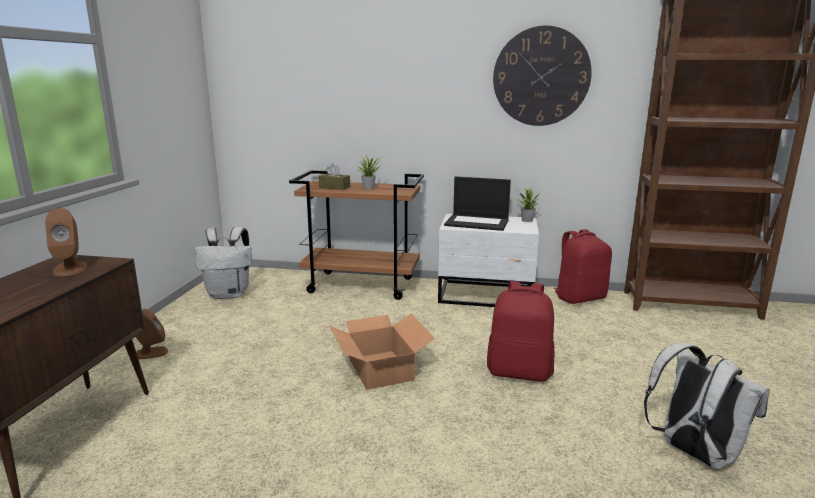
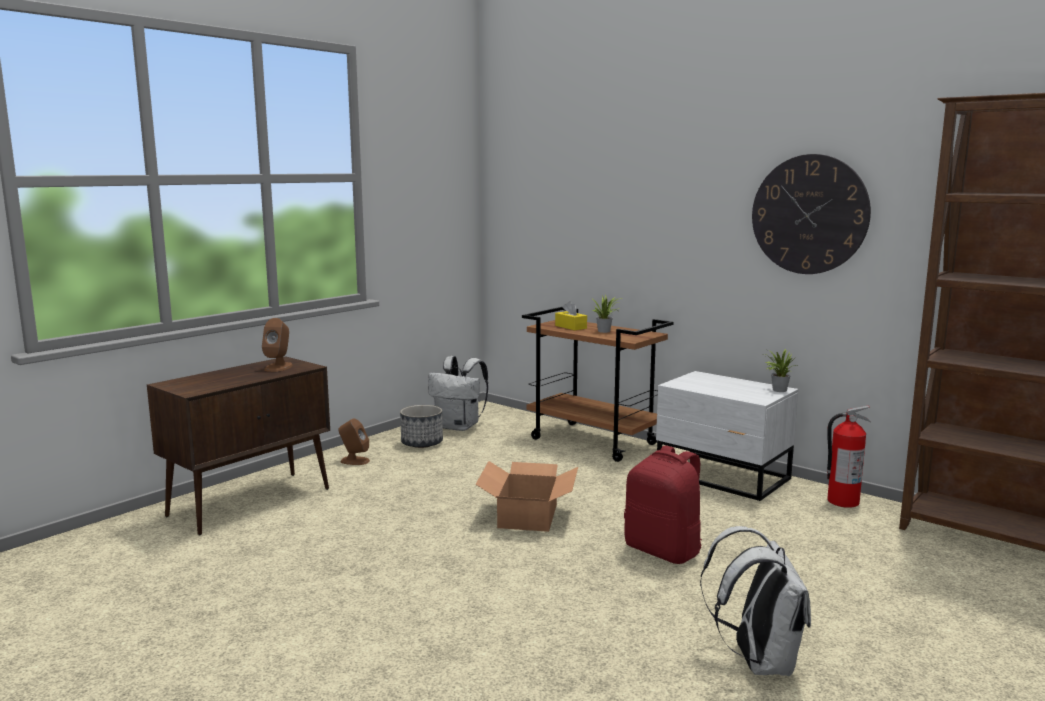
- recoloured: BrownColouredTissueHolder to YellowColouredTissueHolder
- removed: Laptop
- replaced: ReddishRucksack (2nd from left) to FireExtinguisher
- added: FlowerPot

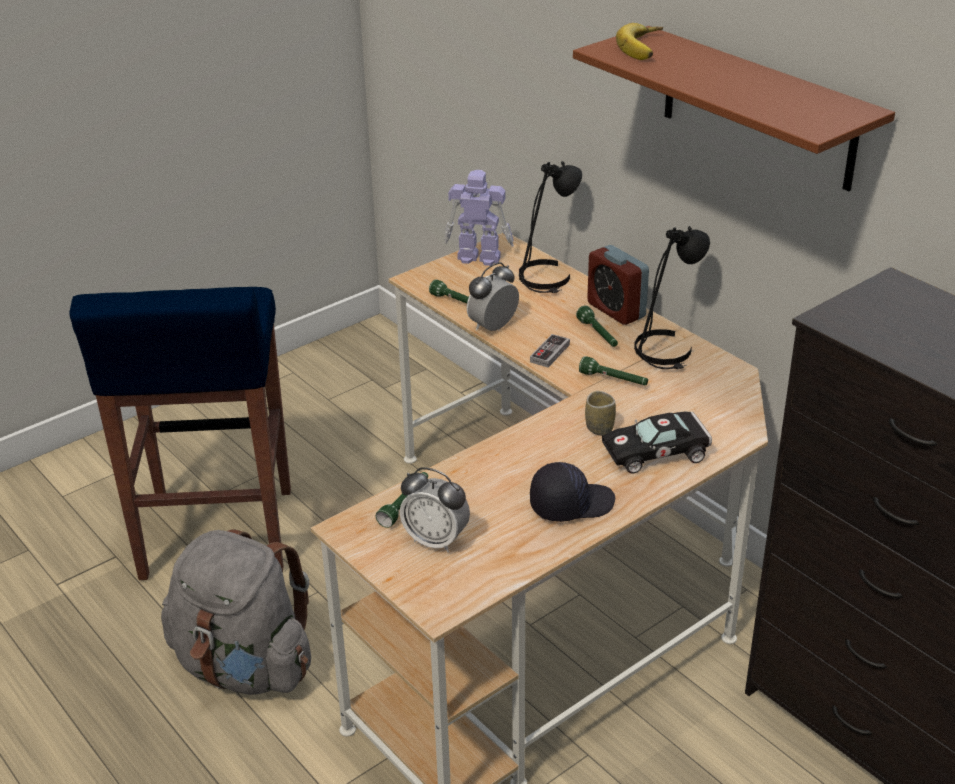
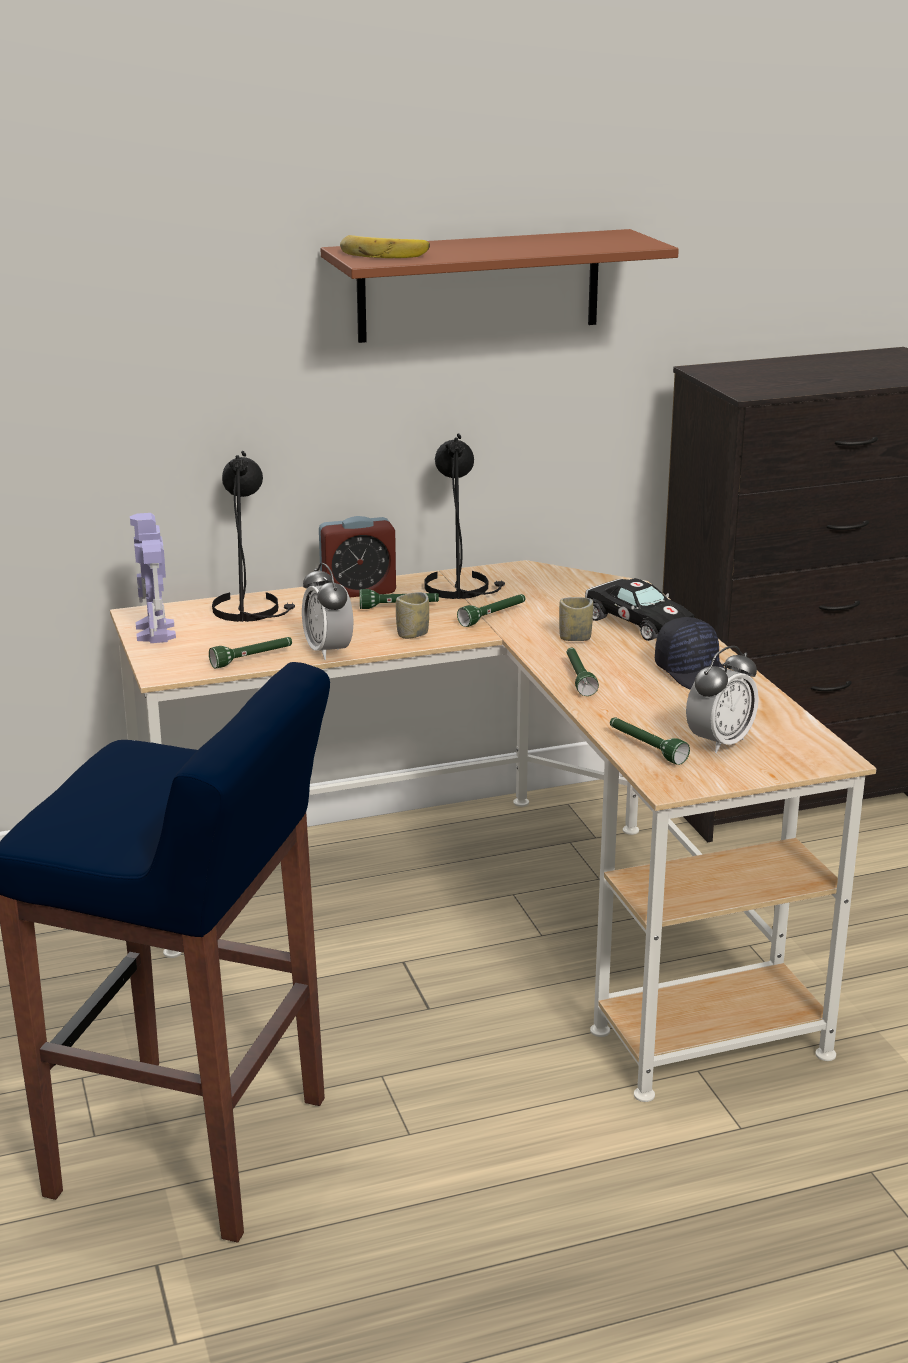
- turned: RobotFigure 45 degrees counterclockwise
- replaced: Joypad to SmallCup (1st from left)
- turned: BlackModelCar 45 degrees counterclockwise
- turned: BlackCap 150 degrees clockwise
- removed: GreyRucksack
- added: GreenishHandTorch (4th from left)

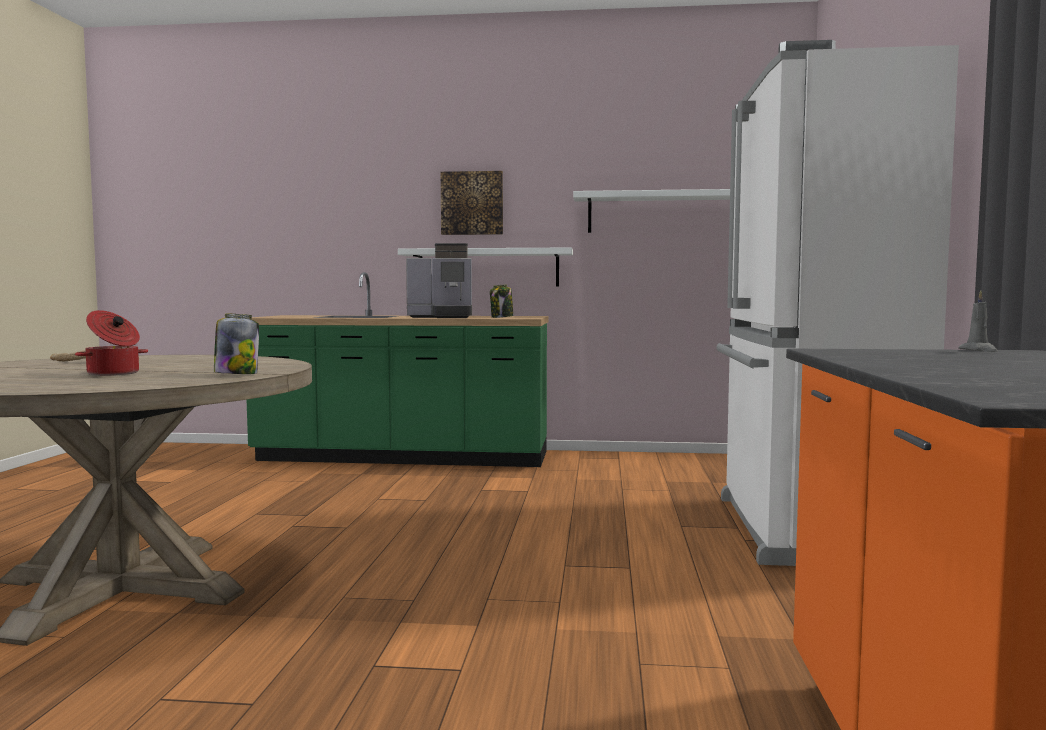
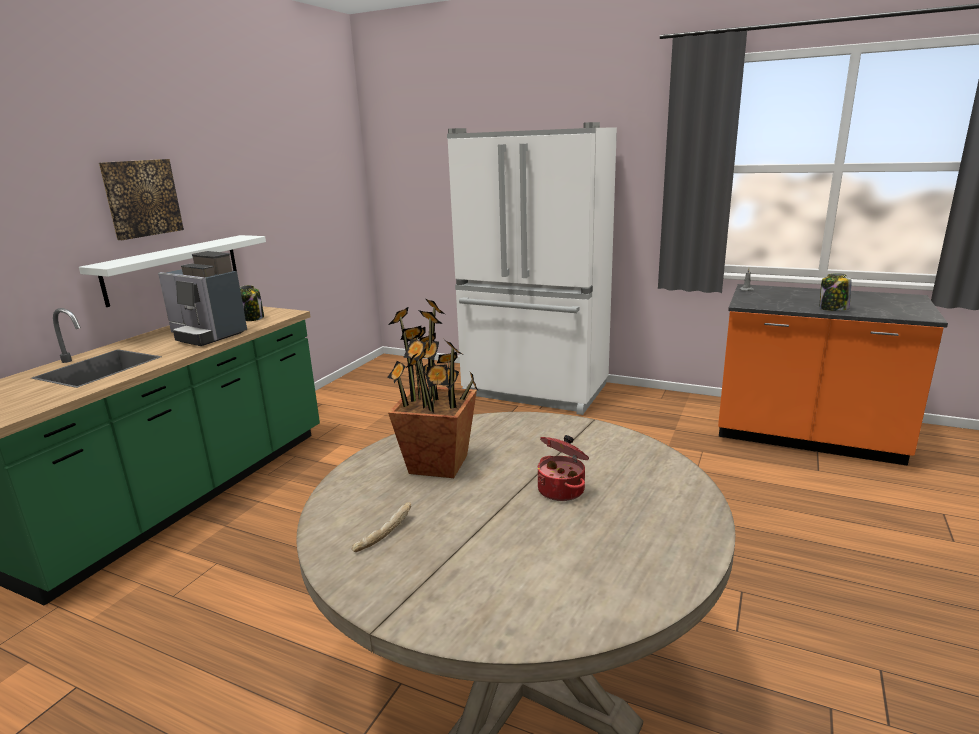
- removed: WhitishShelf (2nd from left)
- turned: CoffeeBrewer 105 degrees clockwise
- moved: StorageJar (1st from left in the first image) to StorageJar (2nd from left)
- added: PottedPlant

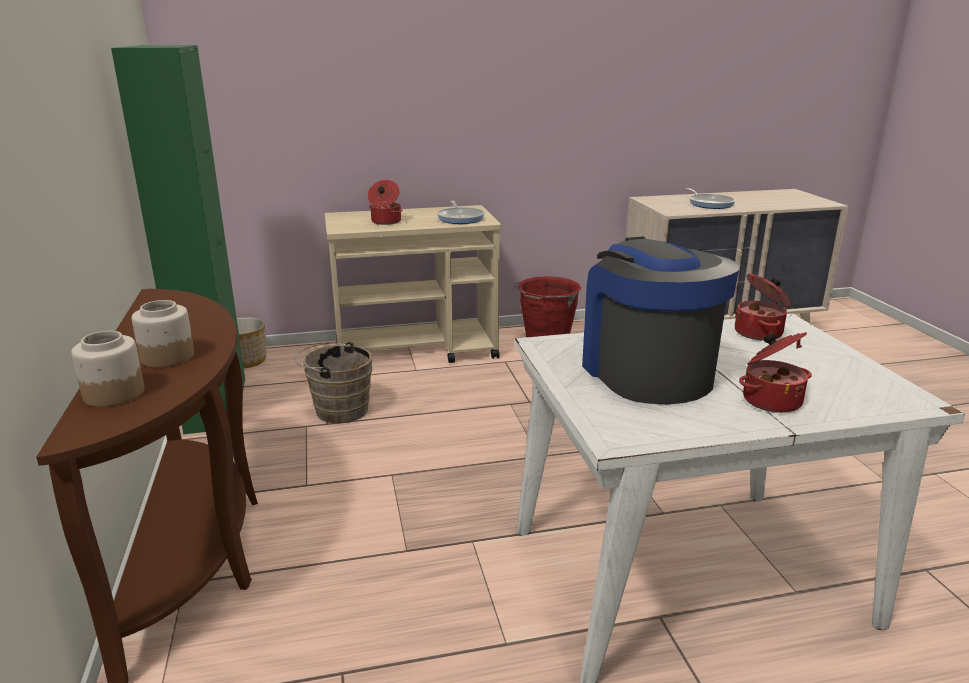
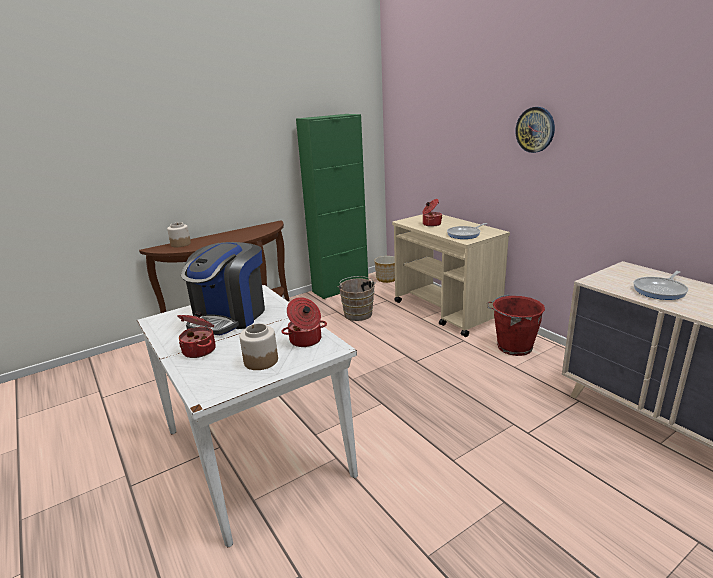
- turned: CoffeeBrewer 150 degrees clockwise
- moved: StorageJar (2nd from left)
- added: ClockOnTheWall

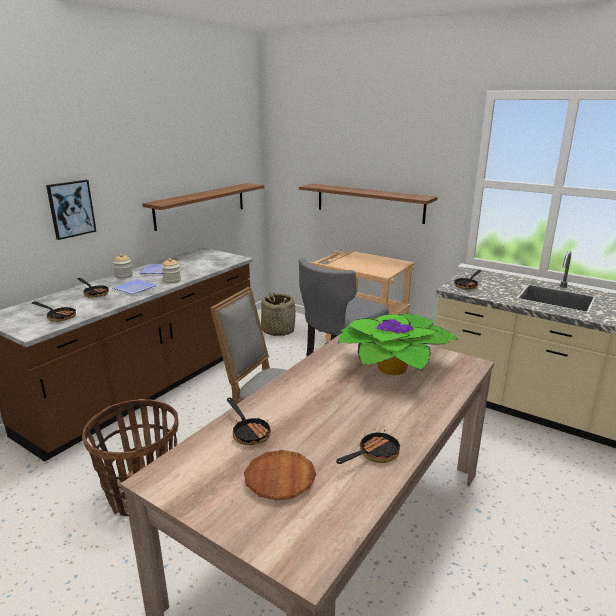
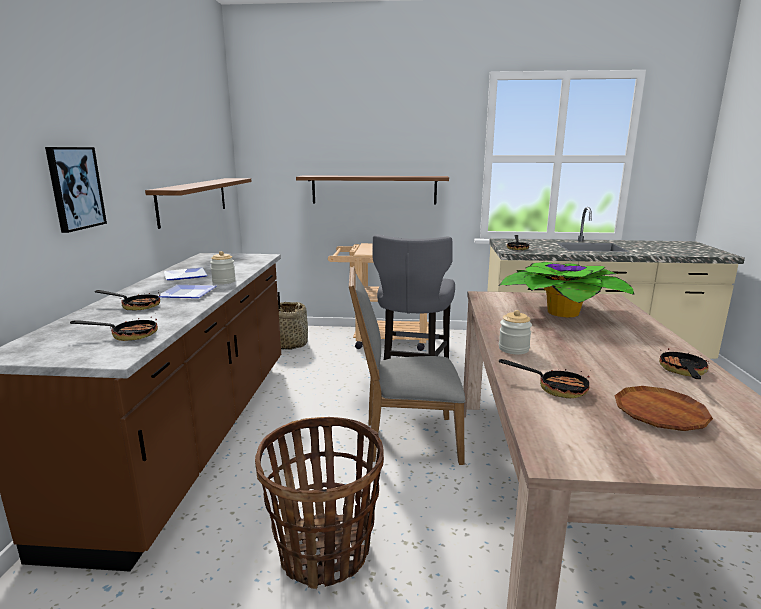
- moved: StorageJar (1st from left in the first image) to StorageJar (2nd from left)

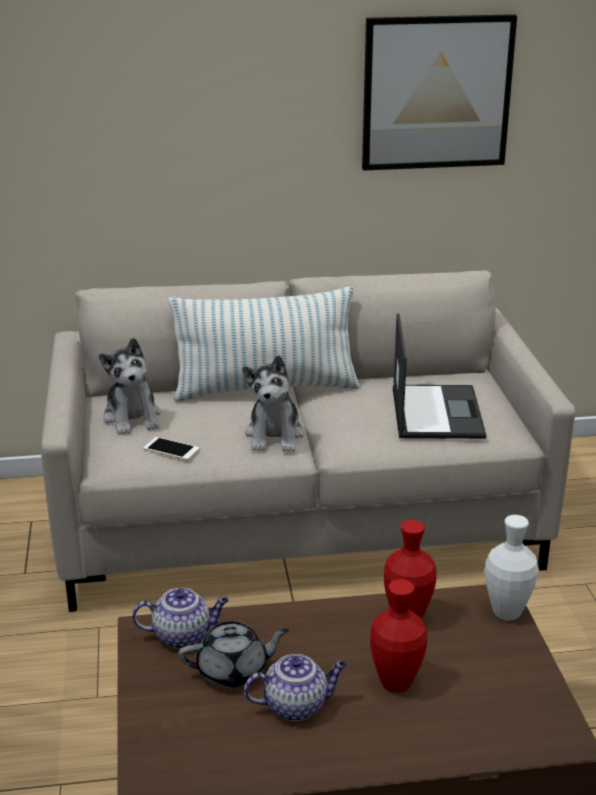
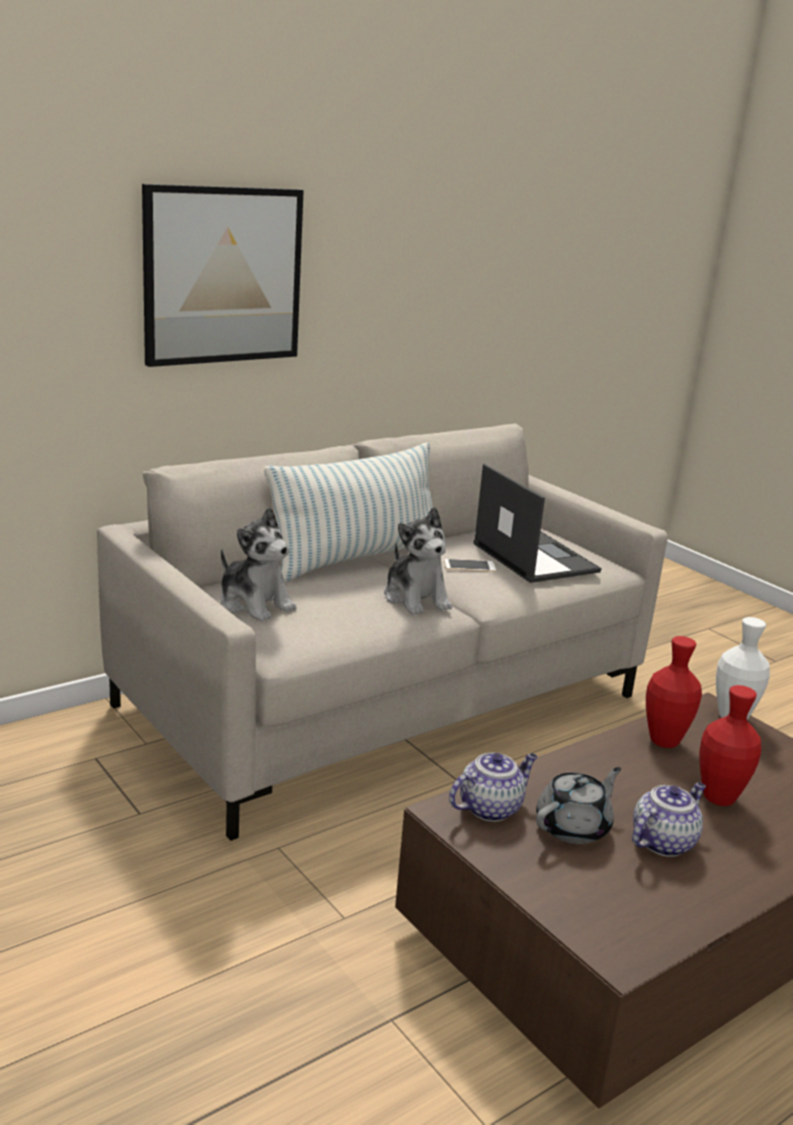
- moved: Picture
- moved: Phone

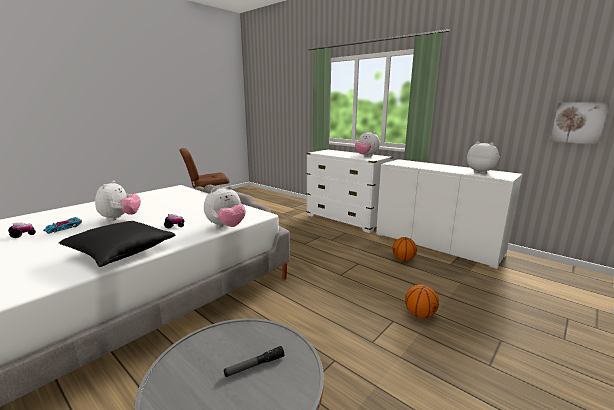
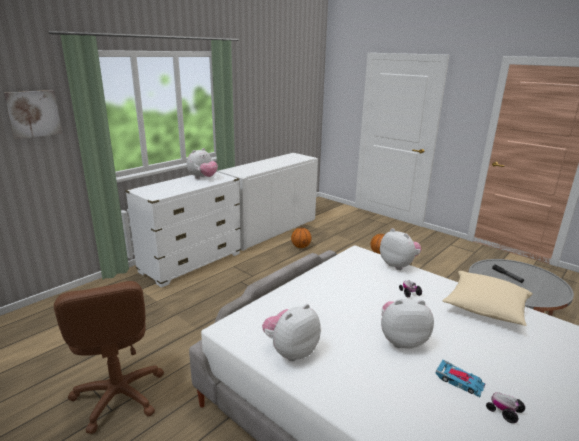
- moved: Picture
- moved: SoftToy (4th from left in the first image) to SoftToy (2nd from left)
- recoloured: BlackPillow to BeigeColouredPillow

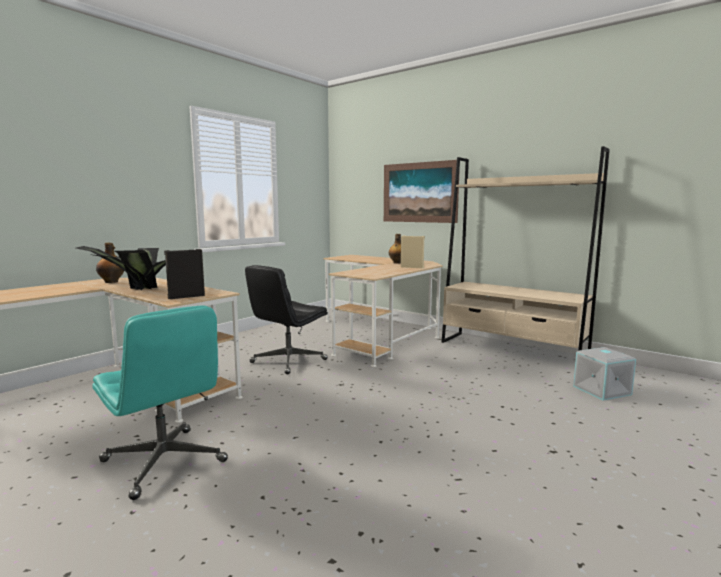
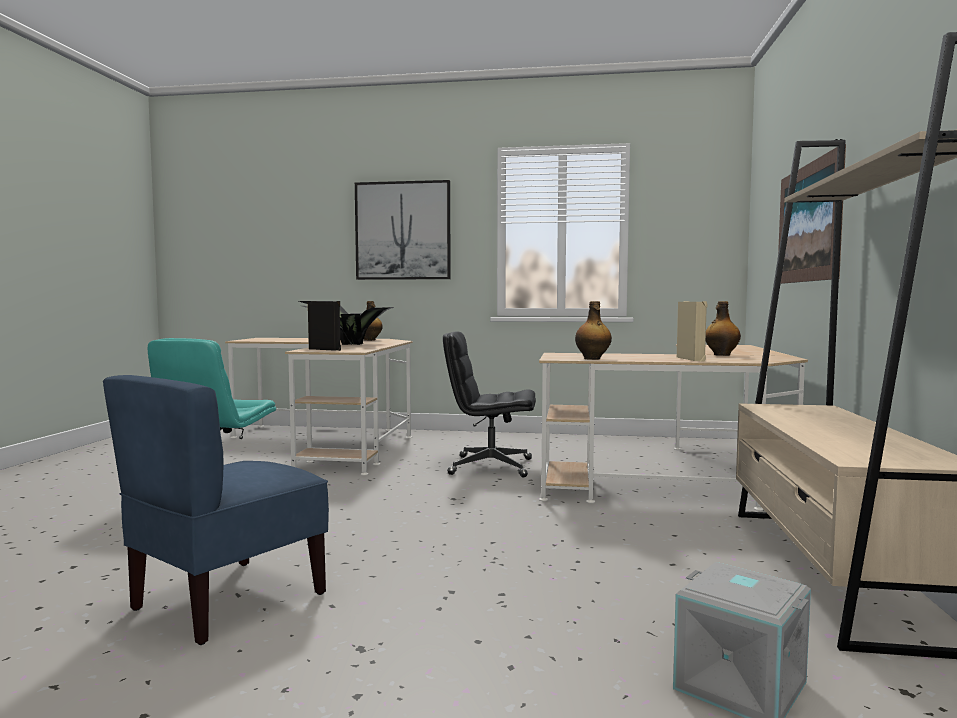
- added: Picture (1st from left)
- added: DrinkBottle (2nd from left)
- added: BlueChair

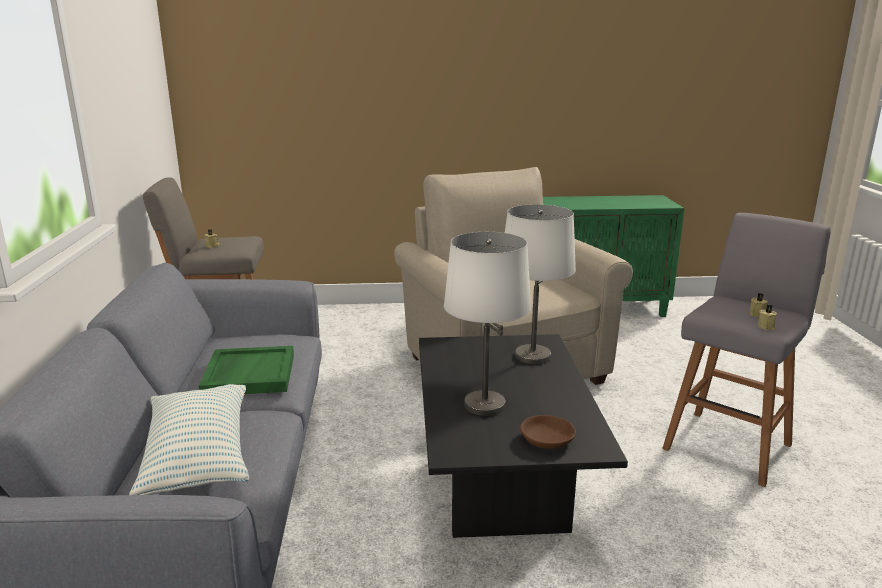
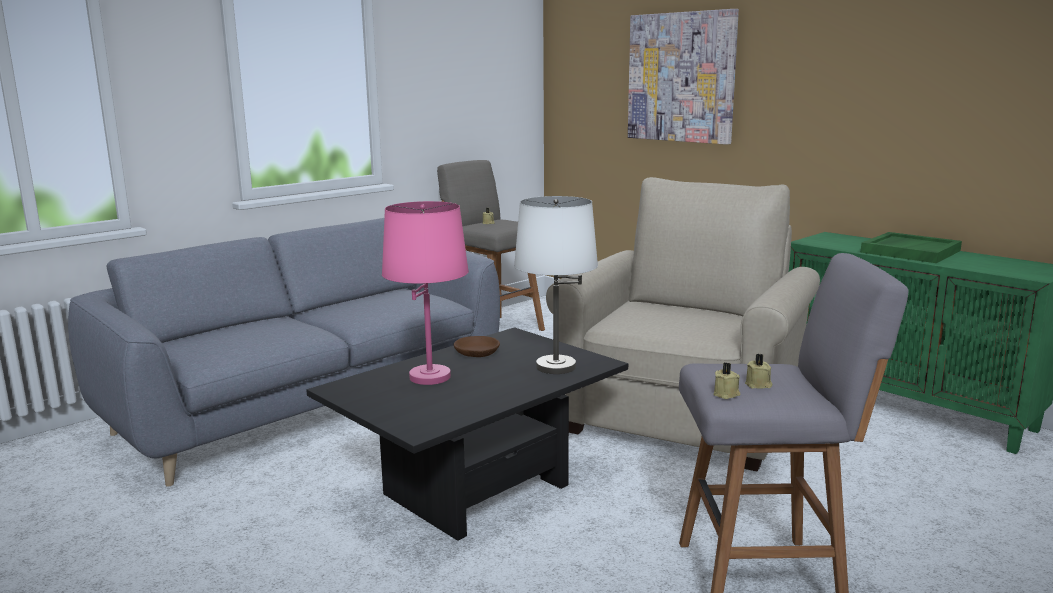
- recoloured: WhitishLampForATable (1st from left) to PinkLampForATable
- moved: GreenishCarryingTray
- removed: Pillow
- moved: BrownColouredDeepDish
- added: Picture

